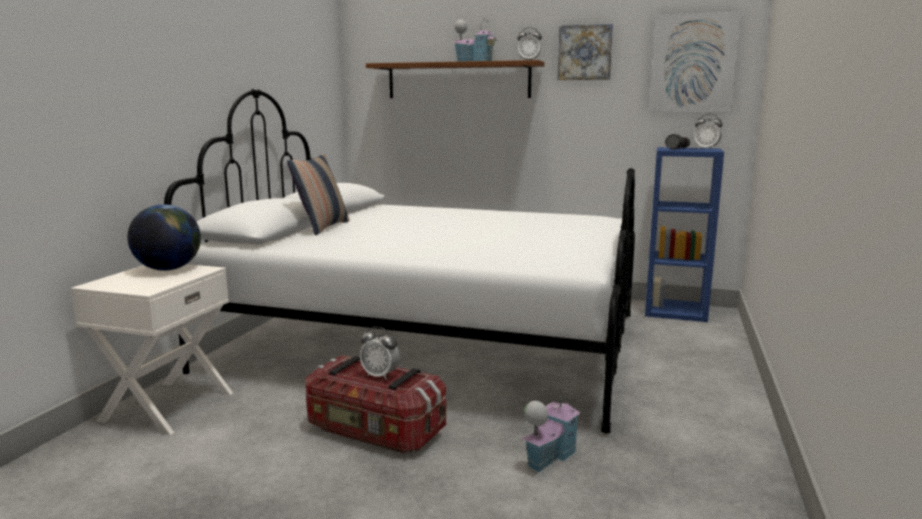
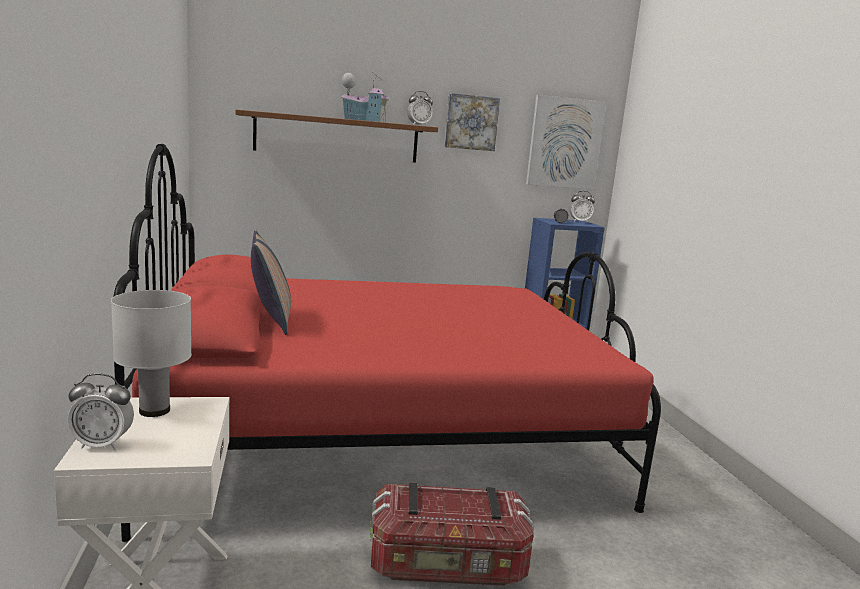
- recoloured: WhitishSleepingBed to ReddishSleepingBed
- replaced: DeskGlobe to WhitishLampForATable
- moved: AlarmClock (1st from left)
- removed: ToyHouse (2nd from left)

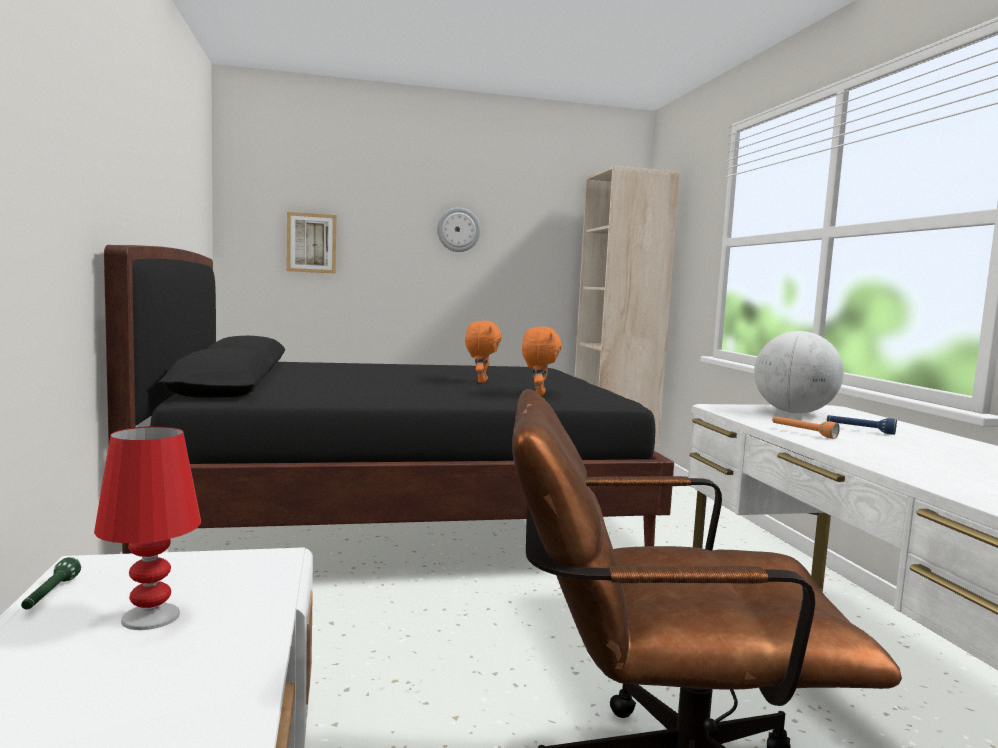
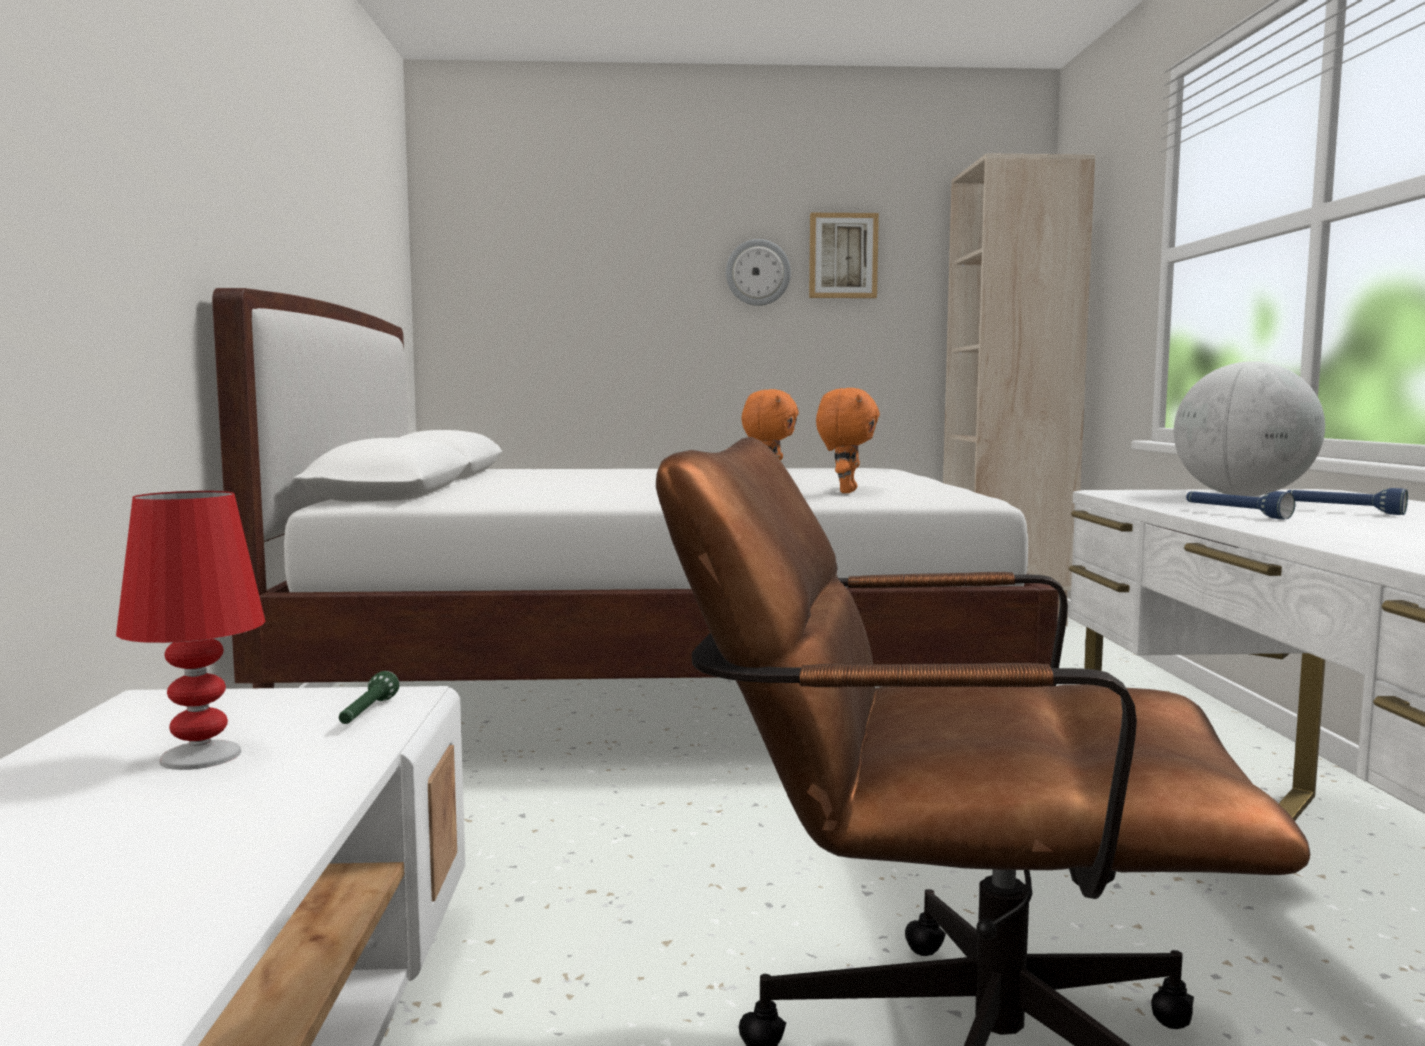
- moved: Picture
- recoloured: BlackSleepingBed to WhitishSleepingBed
- recoloured: OrangeColouredHandTorch to BlueHandTorch (1st from left)
- moved: GreenishHandTorch

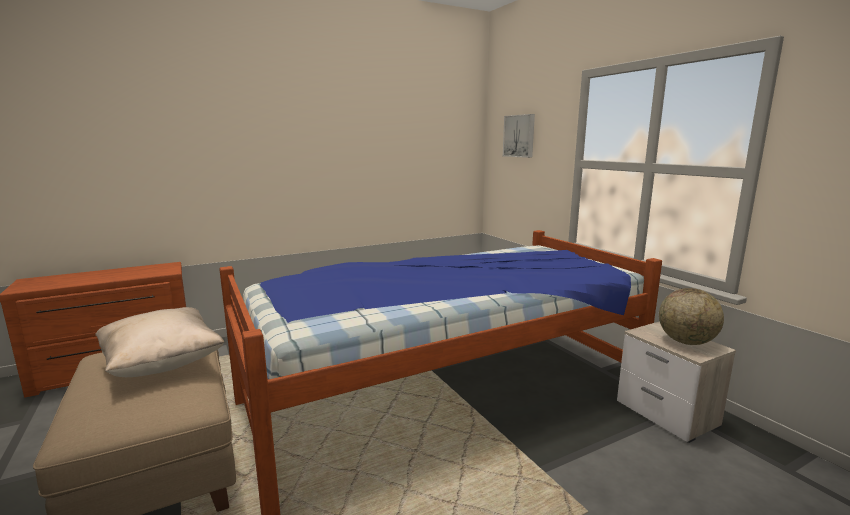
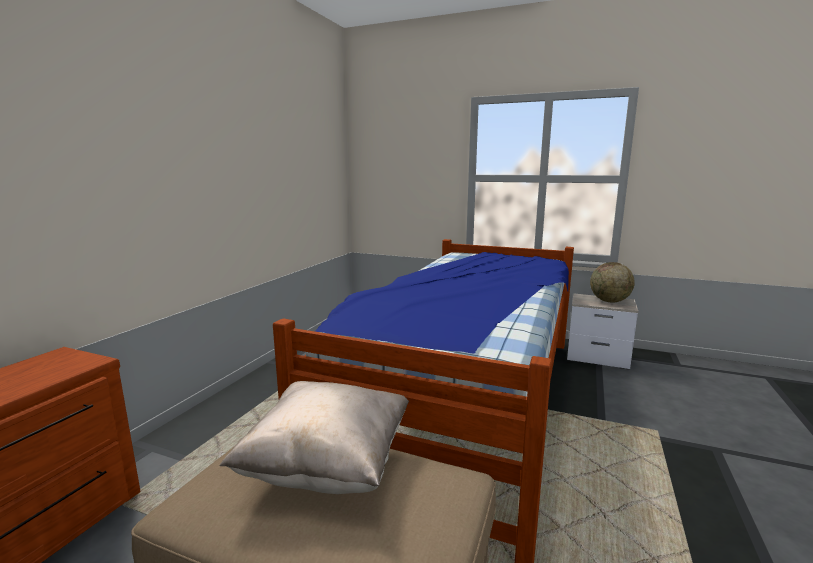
- removed: Picture

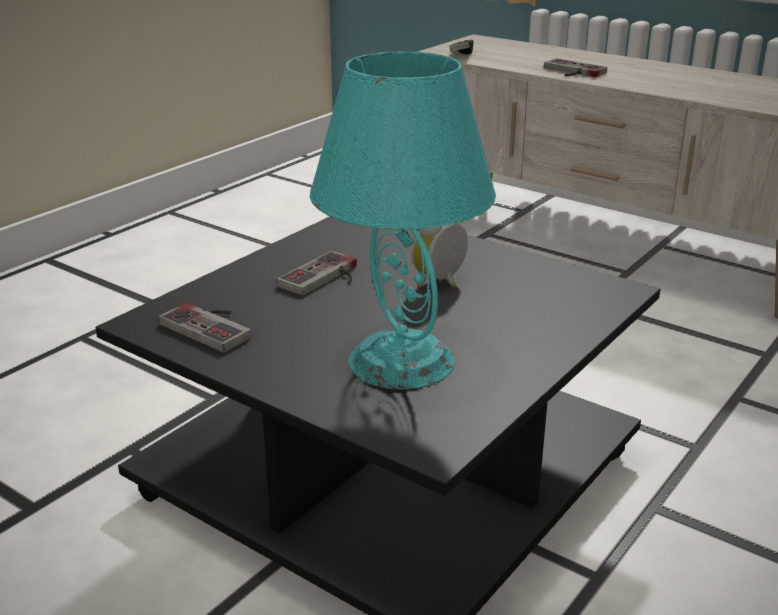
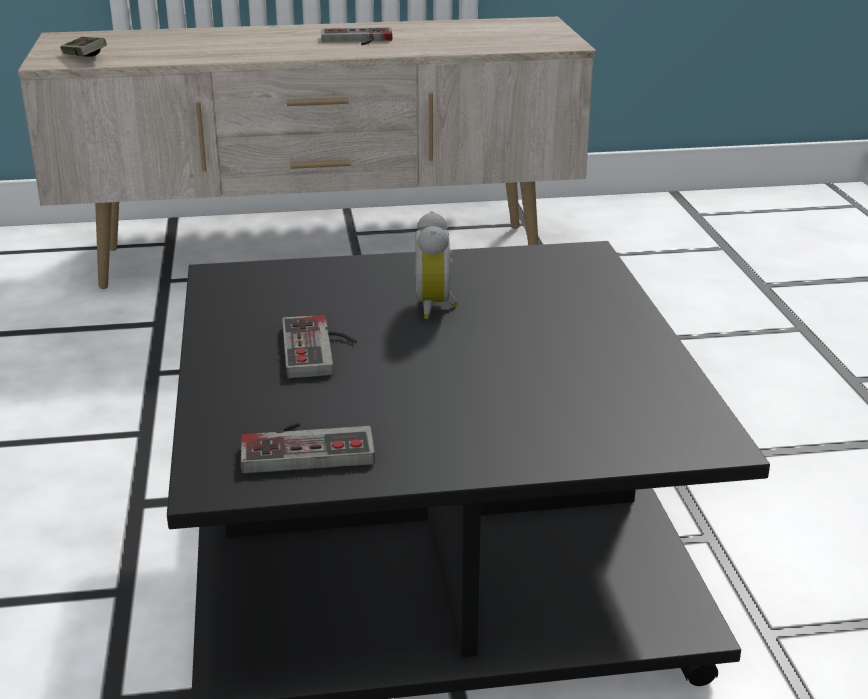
- removed: TurquoiseColouredLampForATable
- moved: Joypad (4th from left)

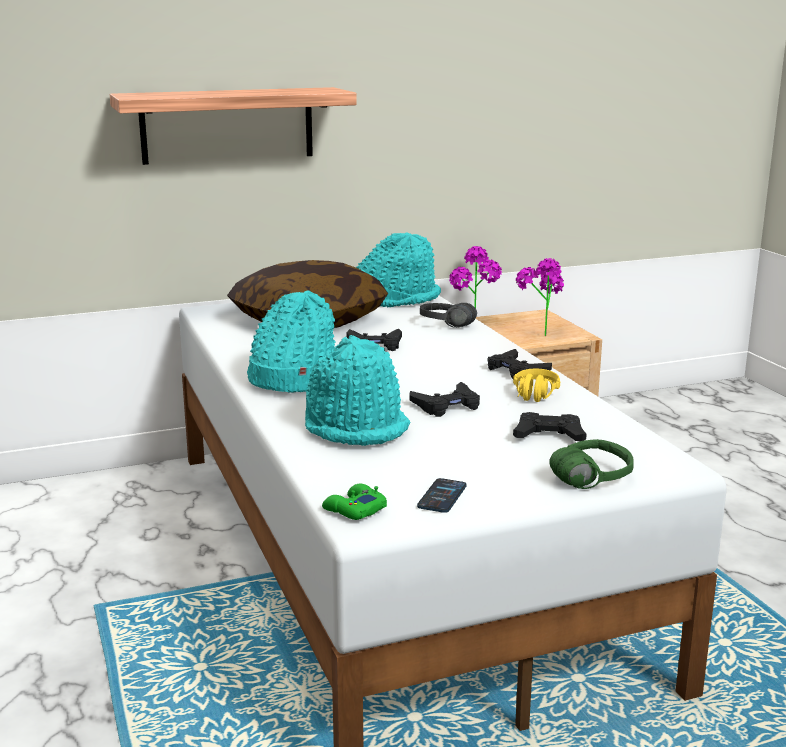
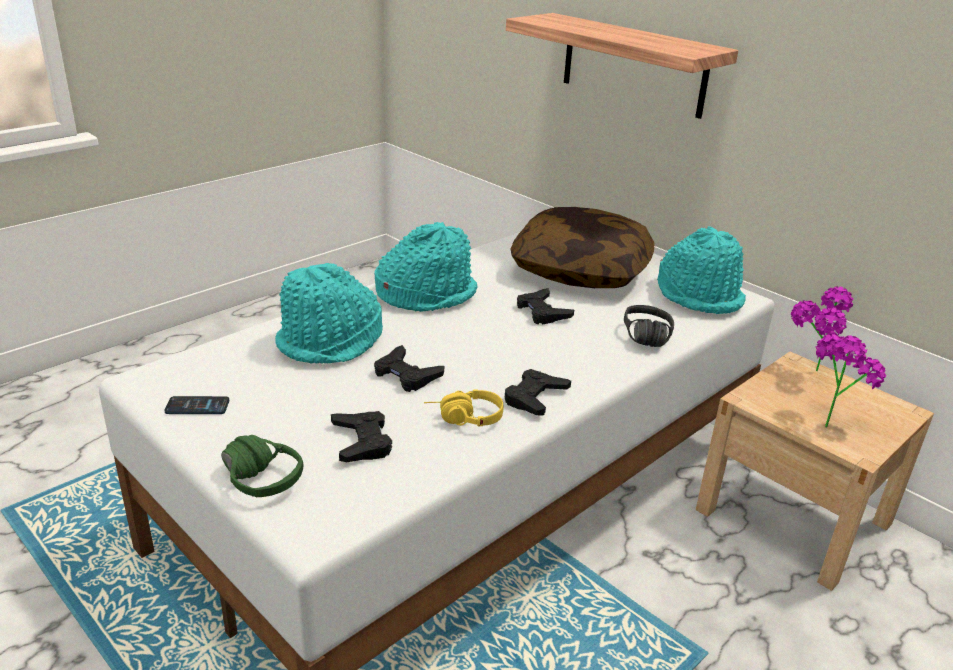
- removed: GreenishJoypad

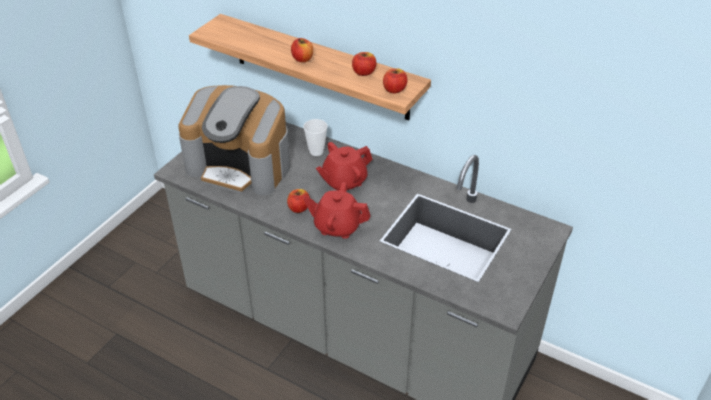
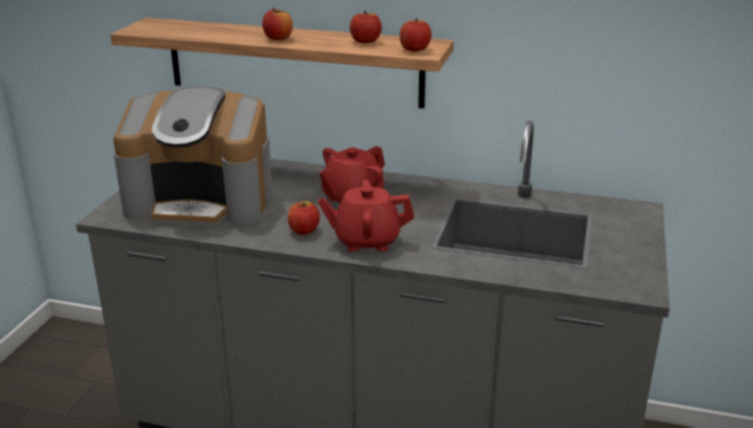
- removed: SmallCup

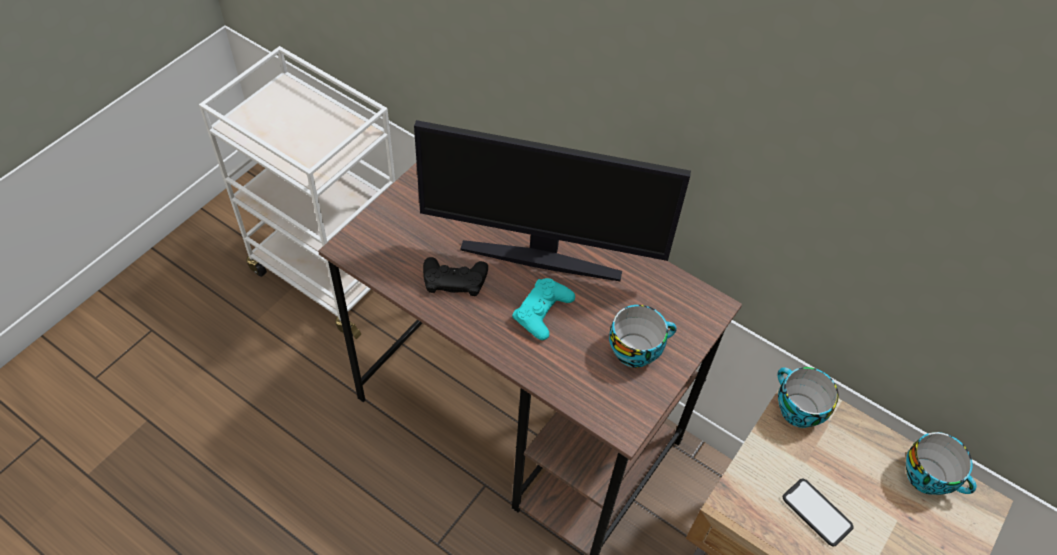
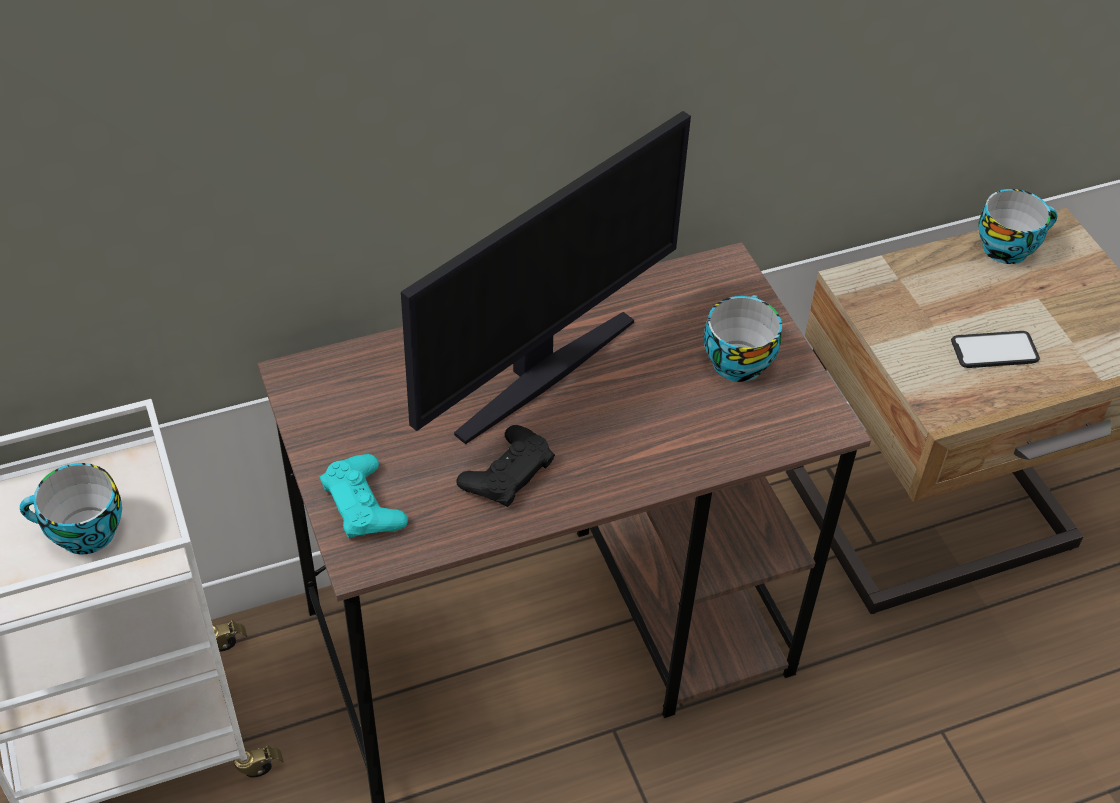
- moved: TurquoiseColouredJoypad
- moved: SmallCup (2nd from left in the first image) to SmallCup (1st from left)

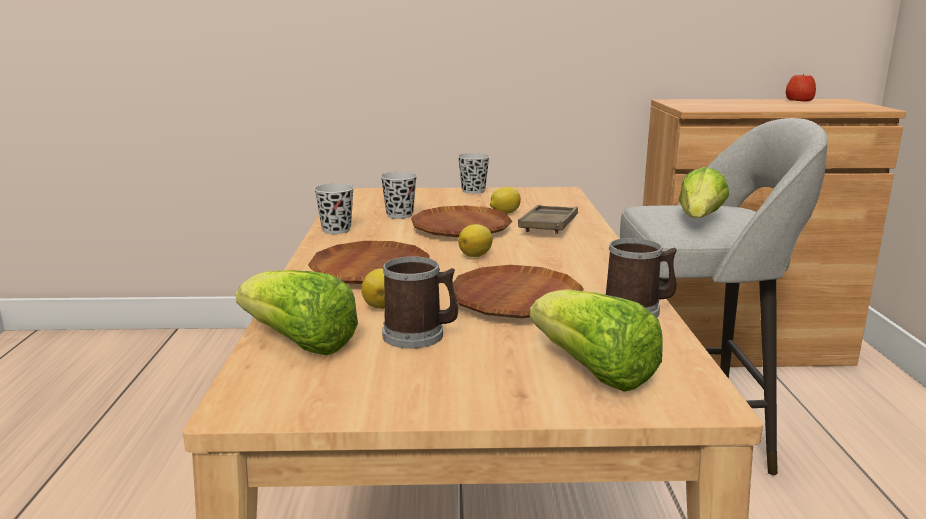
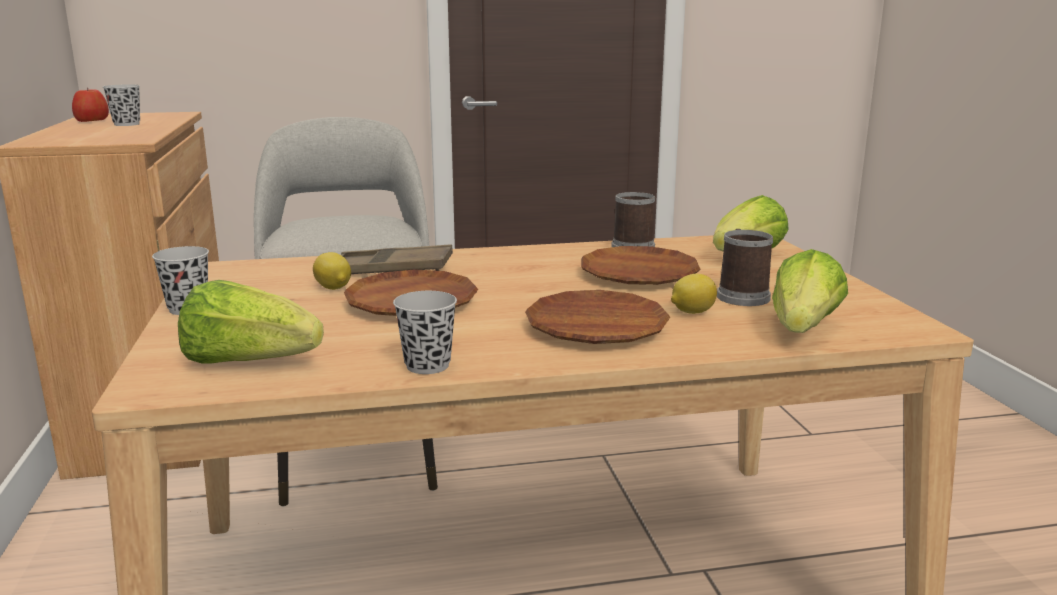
- moved: LettuceHead (3rd from left in the first image) to LettuceHead (1st from left)
- moved: BlackSmallCup (2nd from left in the first image) to BlackSmallCup (1st from left)
- removed: WholeLemon (2nd from left)

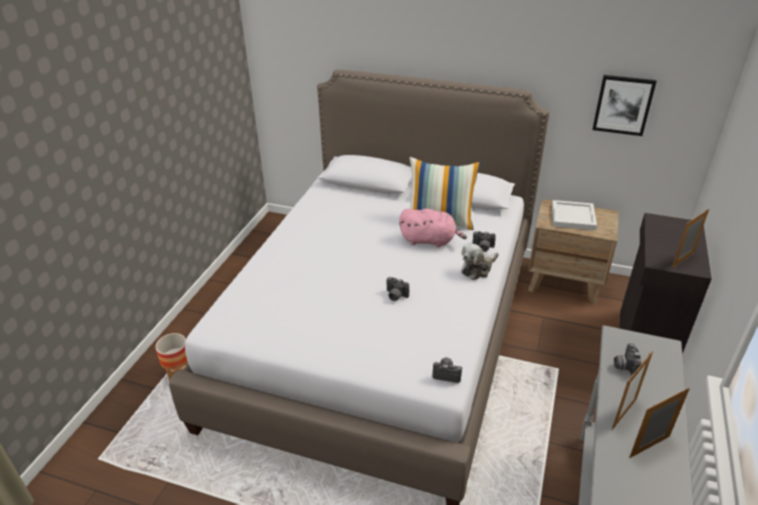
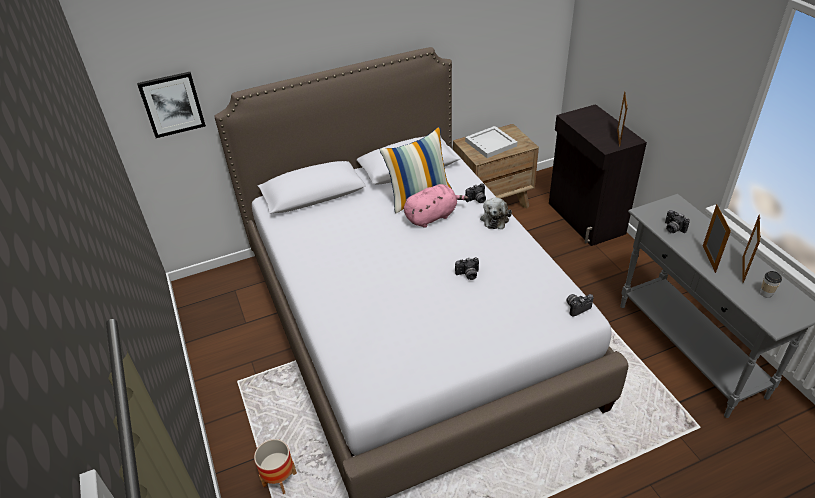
- moved: Picture
- added: SmallCup

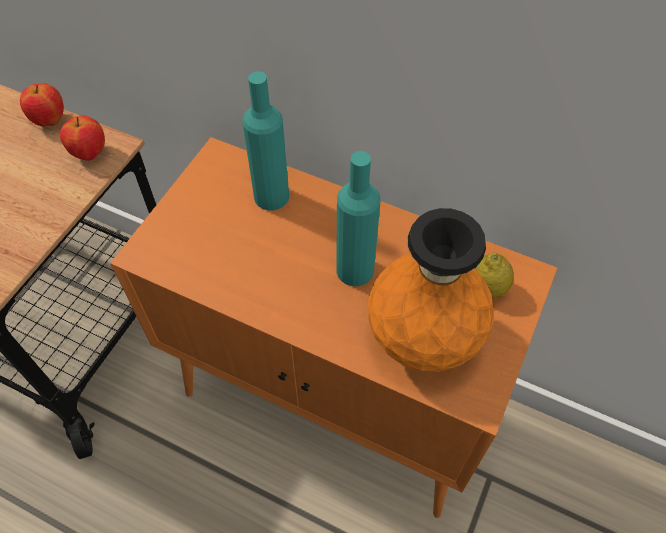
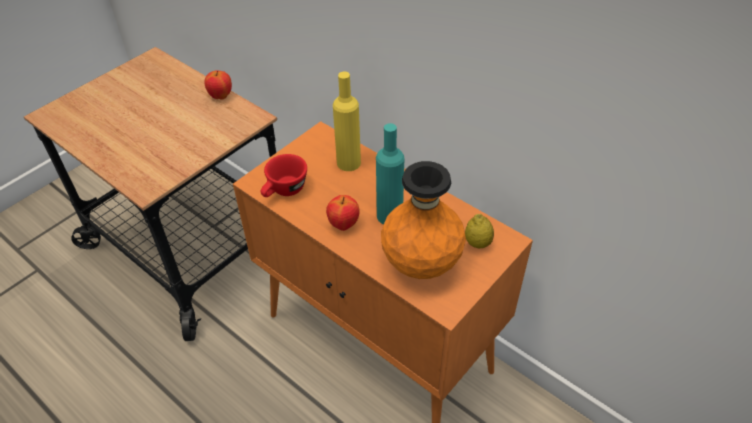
- recoloured: TurquoiseColouredDrinkBottle (1st from left) to YellowColouredDrinkBottle
- moved: AppleFruit (2nd from left)
- added: ReddishSmallCup

